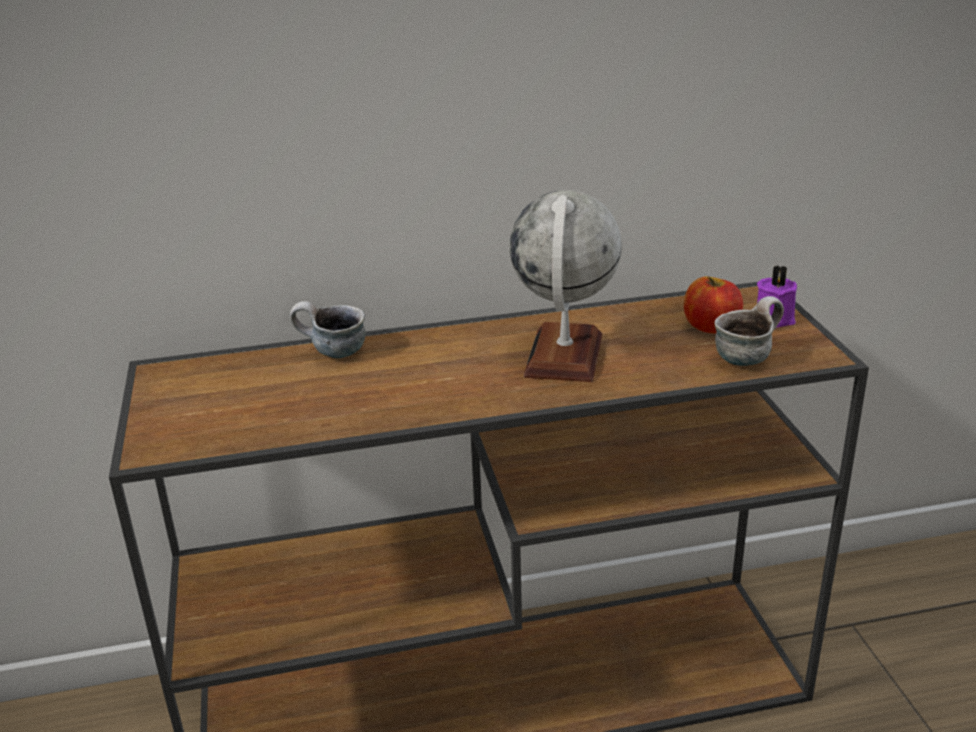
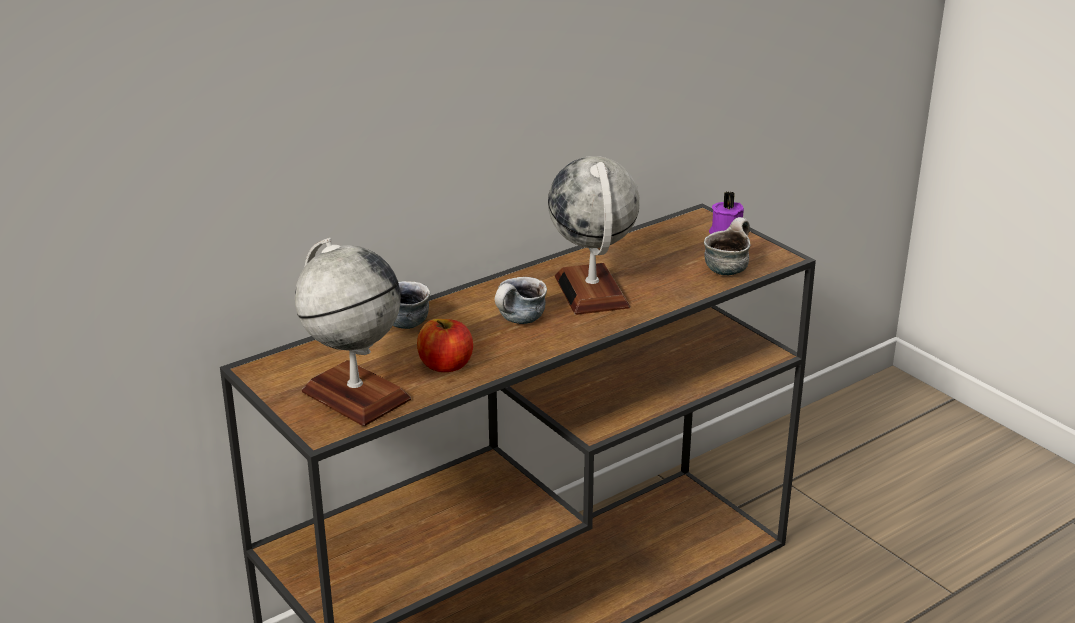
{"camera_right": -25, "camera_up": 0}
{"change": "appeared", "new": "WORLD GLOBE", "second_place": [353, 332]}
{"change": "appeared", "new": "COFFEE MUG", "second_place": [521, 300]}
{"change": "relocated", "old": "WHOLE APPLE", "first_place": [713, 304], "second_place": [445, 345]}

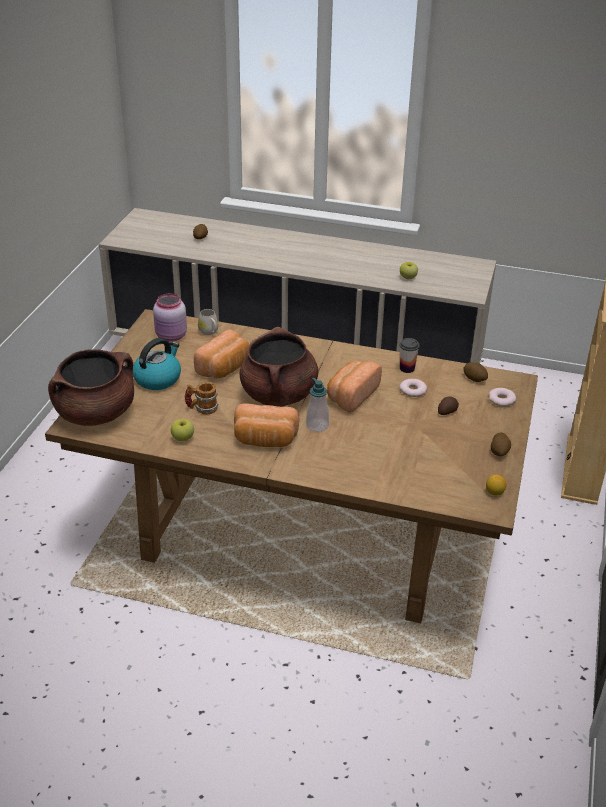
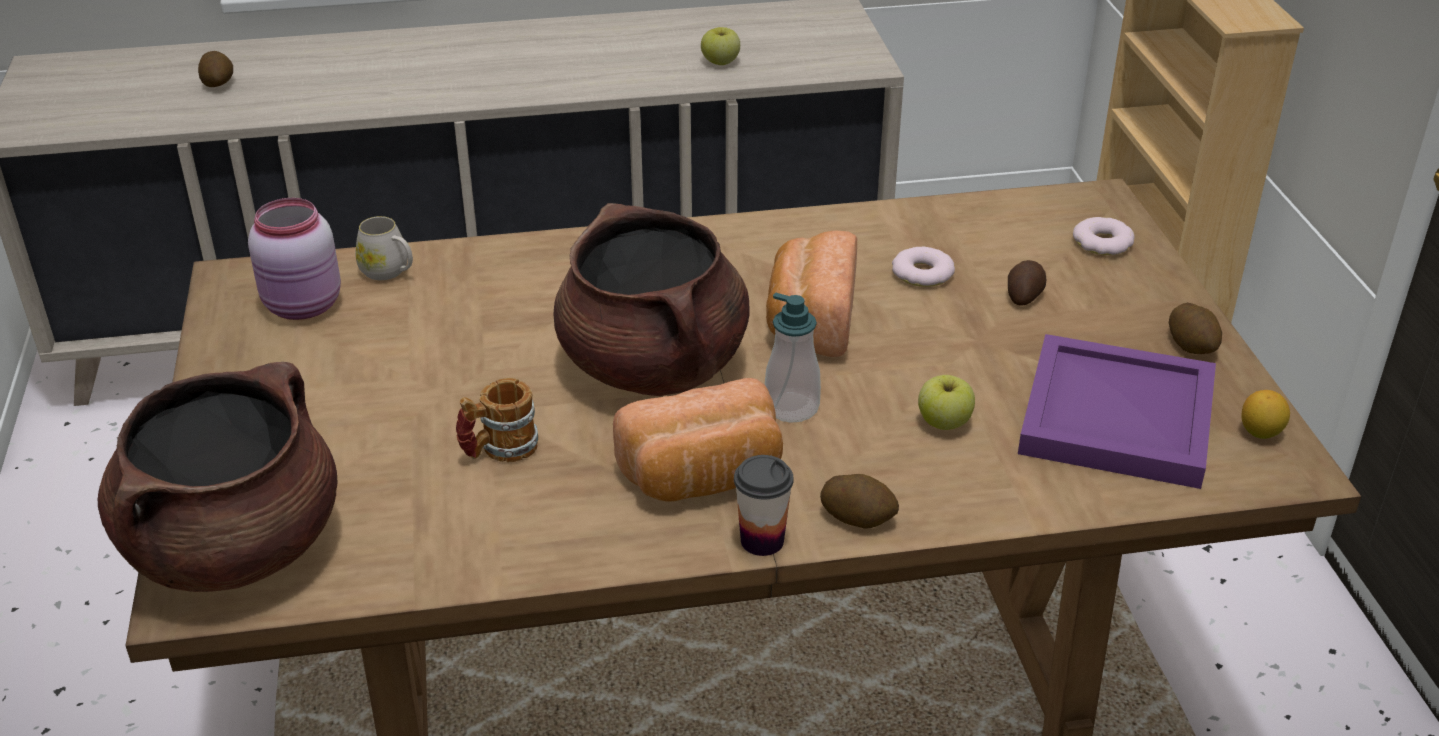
{"camera_right": -25, "camera_up": 0}
{"change": "missing", "old": "WATER KETTLE", "first_place": [157, 364]}
{"change": "missing", "old": "BAKED BREAD", "first_place": [221, 353]}
{"change": "appeared", "new": "PURPLE TRAY", "second_place": [1117, 411]}
{"change": "relocated", "old": "WHOLE APPLE", "first_place": [182, 430], "second_place": [946, 402]}
{"change": "relocated", "old": "DRINKING CUP", "first_place": [409, 355], "second_place": [764, 505]}
{"change": "relocated", "old": "WHOLE POTATO", "first_place": [475, 372], "second_place": [859, 501]}

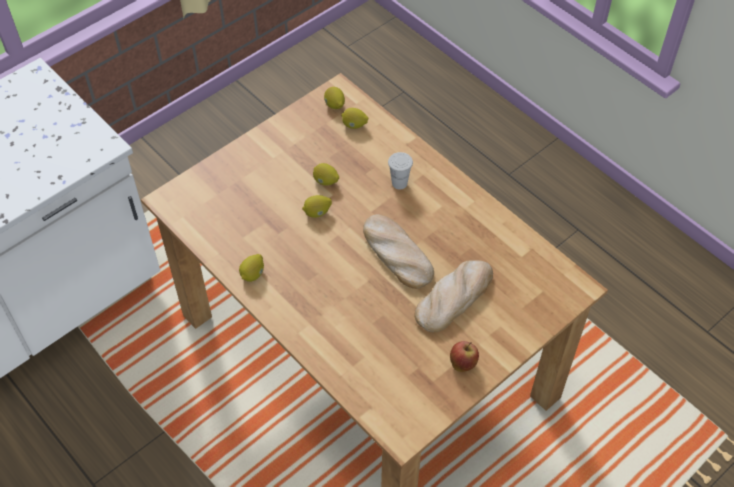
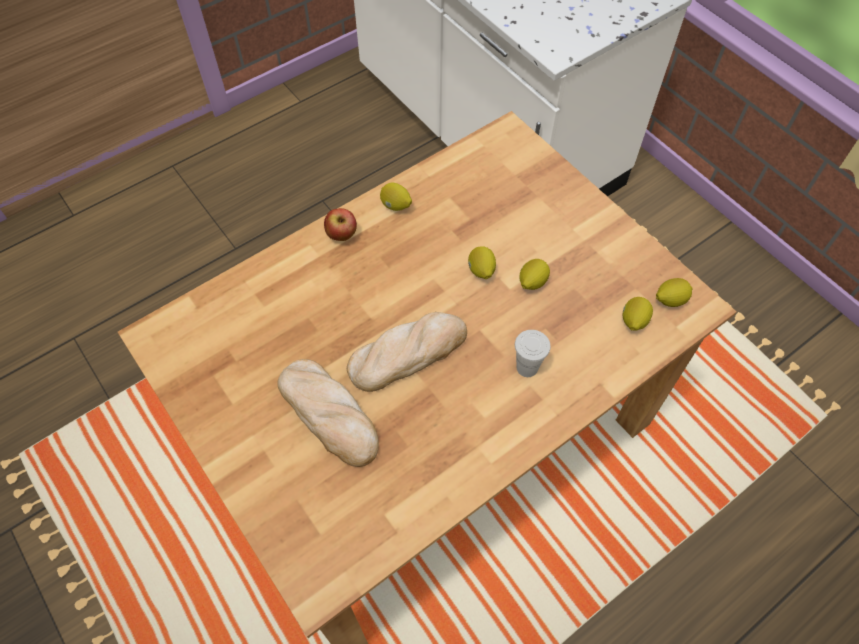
{"camera_right": 95, "camera_up": 5}
{"change": "relocated", "old": "WHOLE APPLE", "first_place": [464, 356], "second_place": [340, 224]}

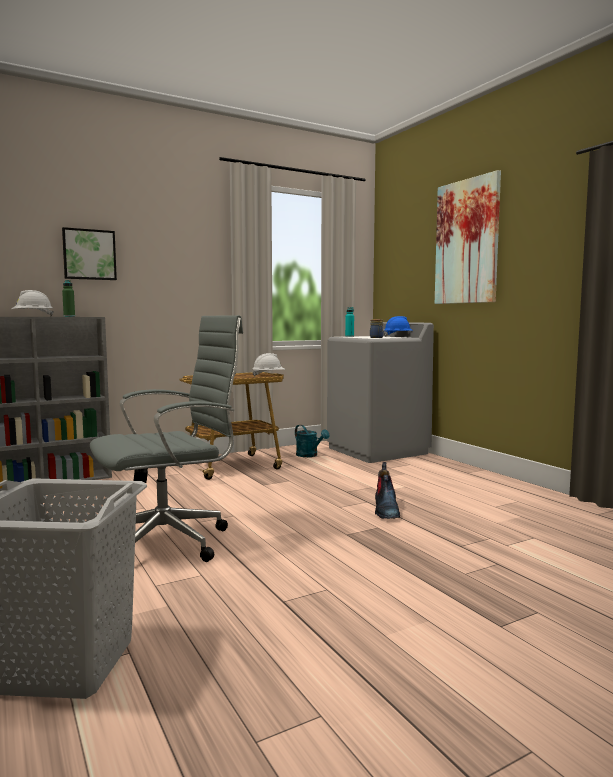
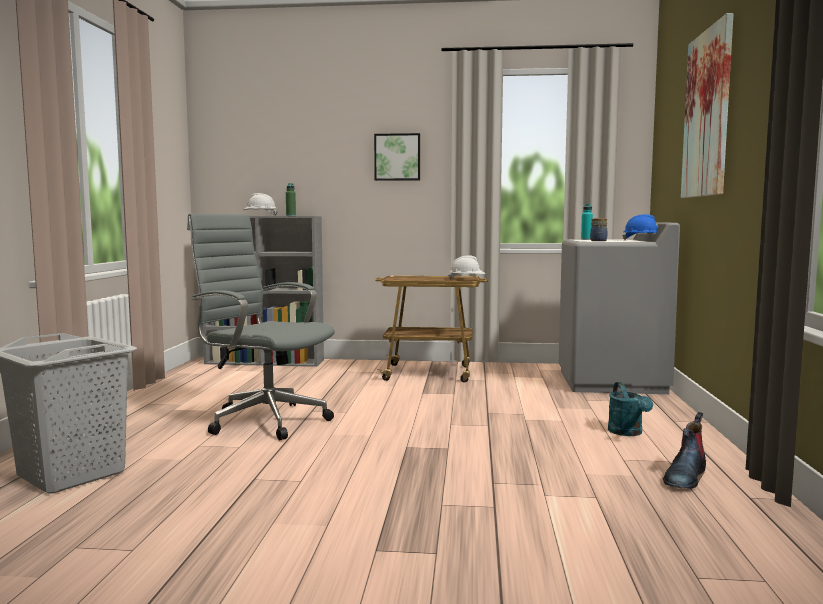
{"camera_right": 35, "camera_up": 0}
{"change": "relocated", "old": "WALL ART", "first_place": [89, 253], "second_place": [397, 157]}
{"change": "relocated", "old": "TURQUOISE-COLOURED WATERING CAN", "first_place": [312, 441], "second_place": [630, 409]}
{"change": "relocated", "old": "HIGH-TOP BOOT", "first_place": [387, 490], "second_place": [684, 450]}
{"change": "spun", "old": "GREY DESK CHAIR", "first_place": [166, 438], "second_place": [261, 327], "degrees": -150}

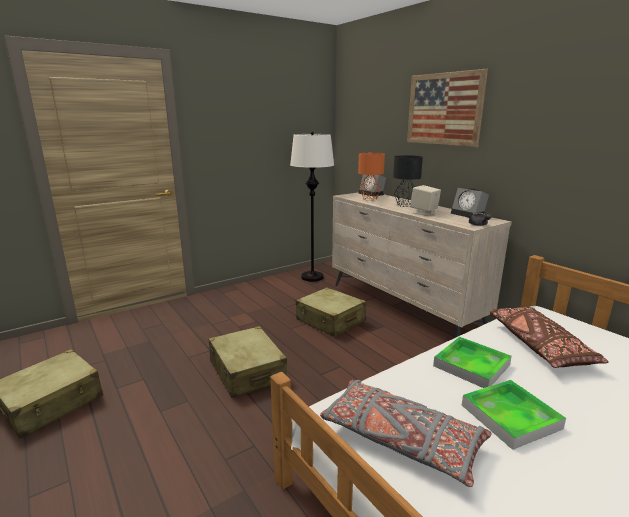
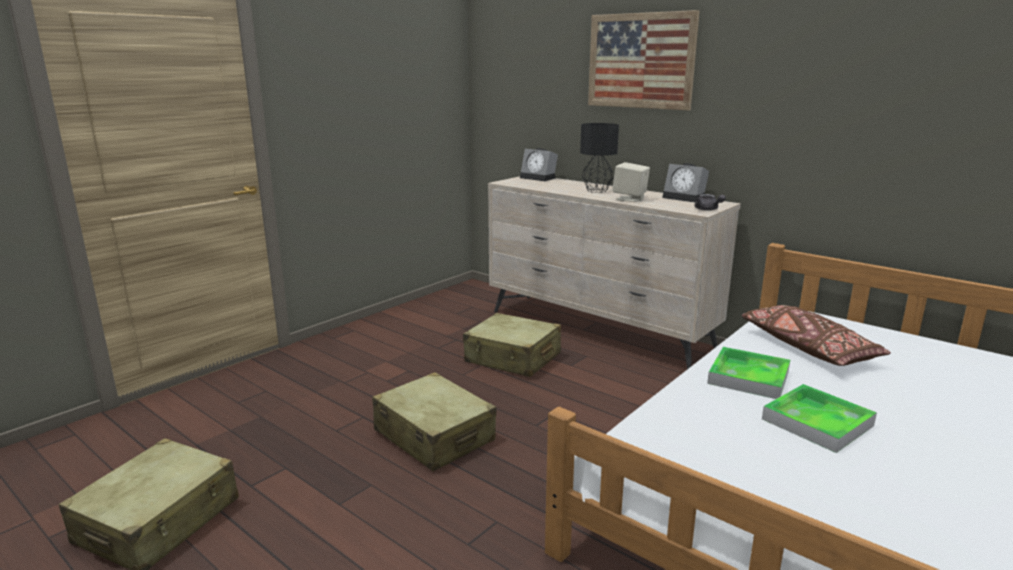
{"camera_right": -15, "camera_up": 0}
{"change": "missing", "old": "WHITISH STANDARD LAMP", "first_place": [312, 207]}
{"change": "missing", "old": "GREY THROW PILLOW", "first_place": [406, 433]}
{"change": "missing", "old": "ORANGE-COLOURED TABLETOP LAMP", "first_place": [371, 177]}

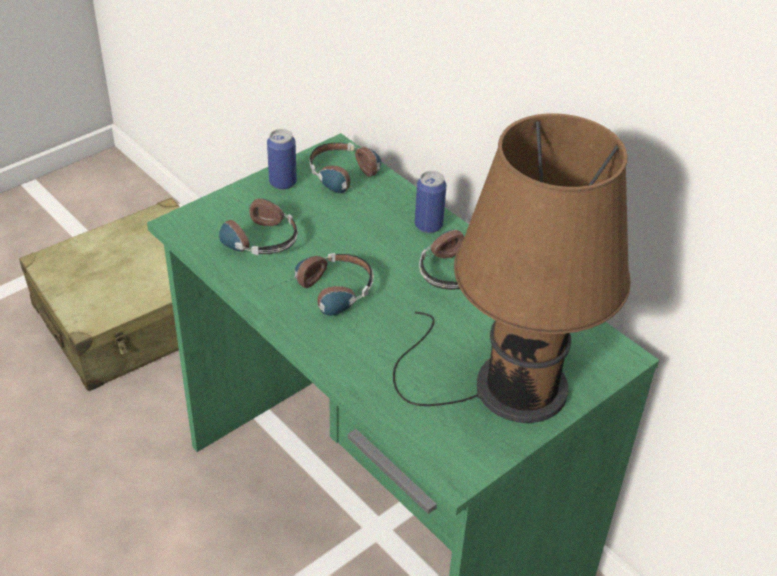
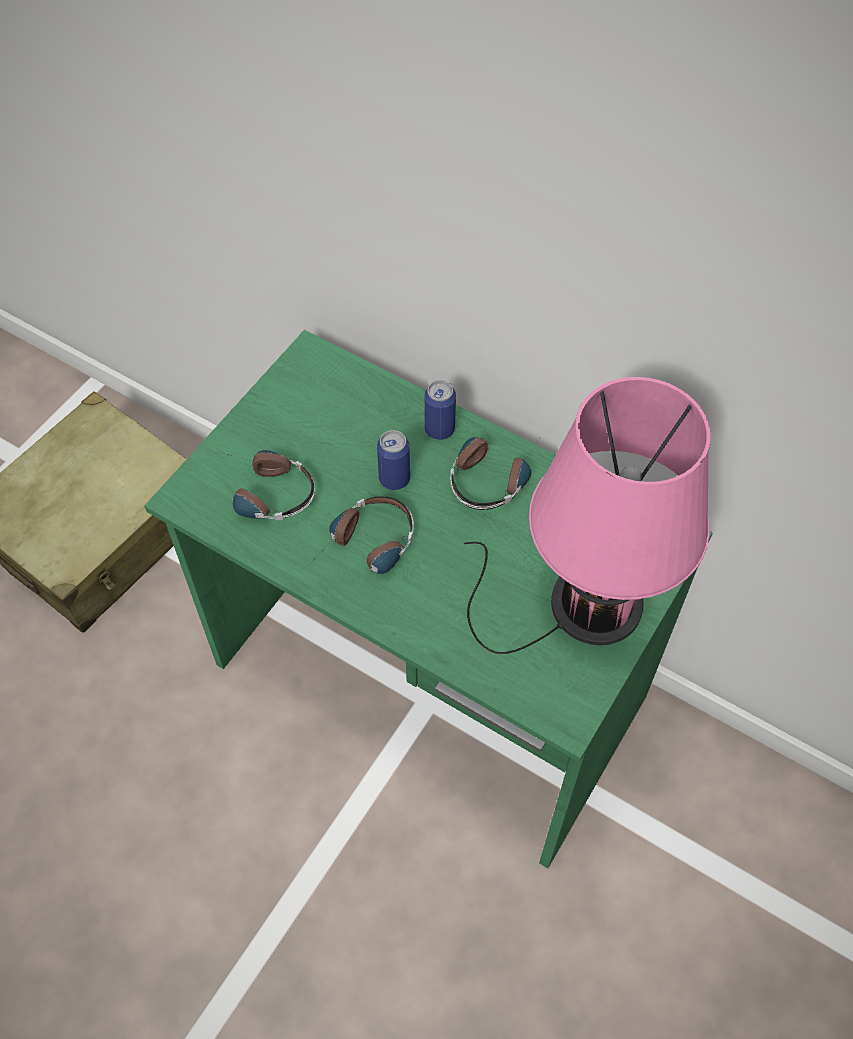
{"camera_right": -15, "camera_up": 15}
{"change": "missing", "old": "HEADSET", "first_place": [345, 169]}
{"change": "relocated", "old": "METAL CAN", "first_place": [282, 159], "second_place": [393, 460]}
{"change": "colour", "old": "BROWN TABLETOP LAMP", "new": "PINKISH TABLETOP LAMP", "first_place": [512, 268], "second_place": [587, 515]}

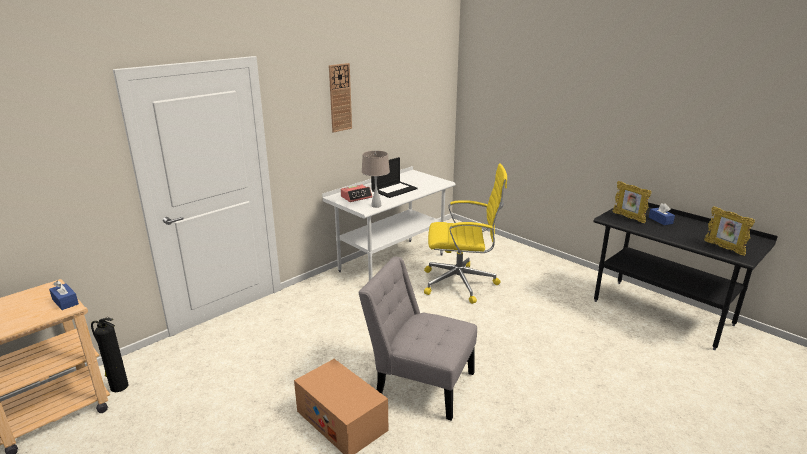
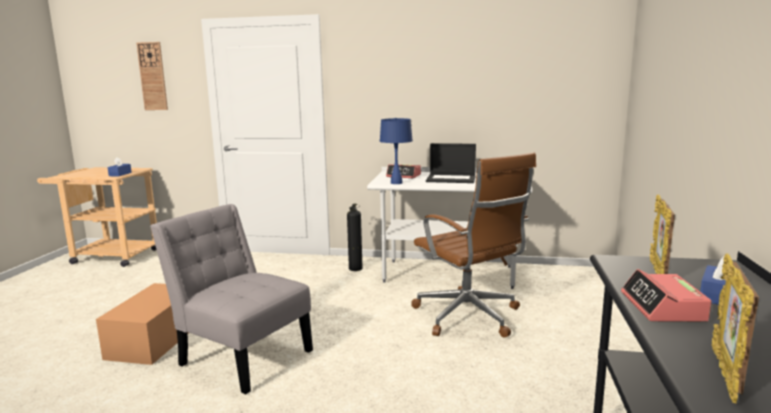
{"camera_right": 55, "camera_up": -10}
{"change": "appeared", "new": "BEDSIDE CLOCK", "second_place": [666, 295]}
{"change": "relocated", "old": "FIRE EXTINGUISHER", "first_place": [110, 355], "second_place": [355, 237]}
{"change": "relocated", "old": "WALL CLOCK", "first_place": [340, 98], "second_place": [152, 76]}
{"change": "colour", "old": "BEIGE-COLOURED TABLETOP LAMP", "new": "BLUE TABLETOP LAMP", "first_place": [376, 179], "second_place": [396, 151]}
{"change": "colour", "old": "YELLOW-COLOURED DESK CHAIR", "new": "BROWN DESK CHAIR", "first_place": [465, 233], "second_place": [473, 245]}
{"change": "spun", "old": "GREY PLAIN CHAIR", "first_place": [417, 338], "second_place": [231, 299], "degrees": -45}

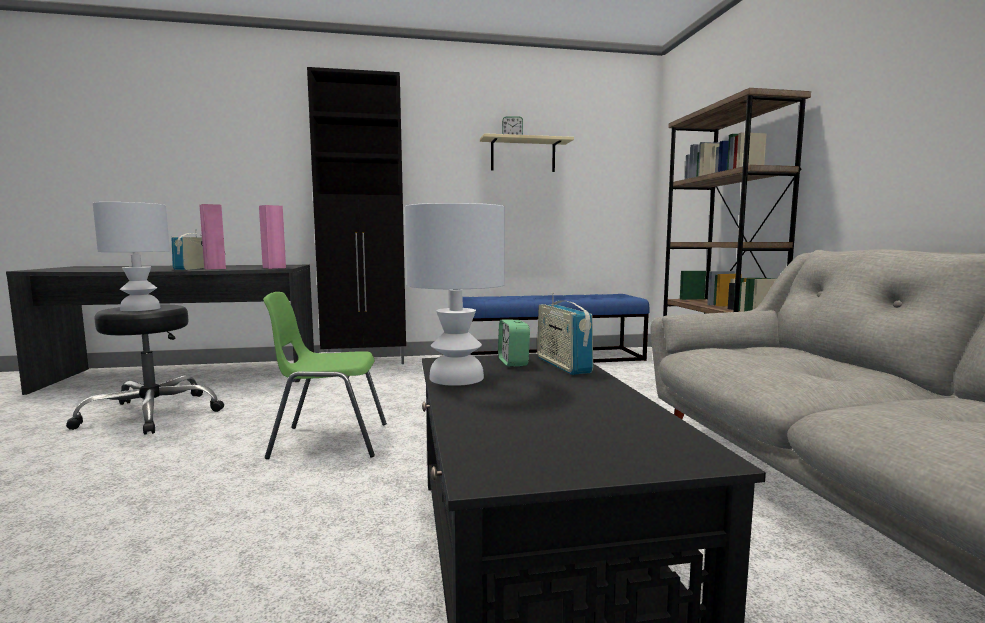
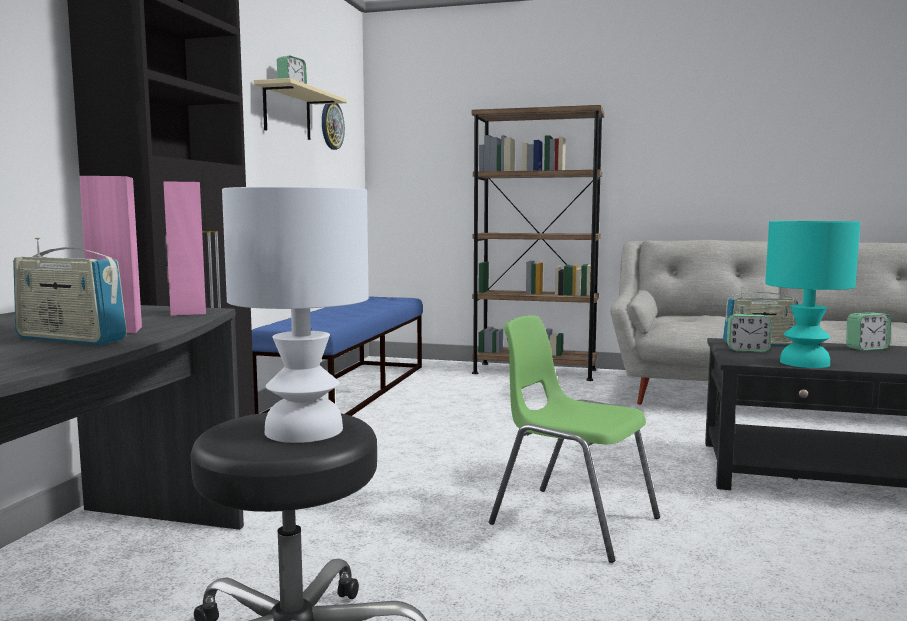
{"camera_right": -65, "camera_up": 0}
{"change": "appeared", "new": "WALL CLOCK", "second_place": [333, 127]}
{"change": "appeared", "new": "BEDSIDE CLOCK", "second_place": [868, 332]}
{"change": "colour", "old": "WHITISH TABLETOP LAMP", "new": "TURQUOISE-COLOURED TABLETOP LAMP", "first_place": [455, 294], "second_place": [812, 294]}
{"change": "spun", "old": "GREEN-COLOURED PLAIN CHAIR", "first_place": [325, 375], "second_place": [574, 439], "degrees": 105}

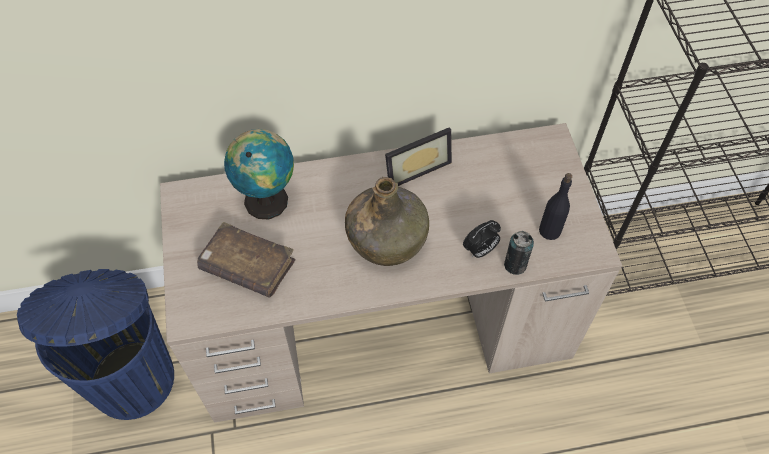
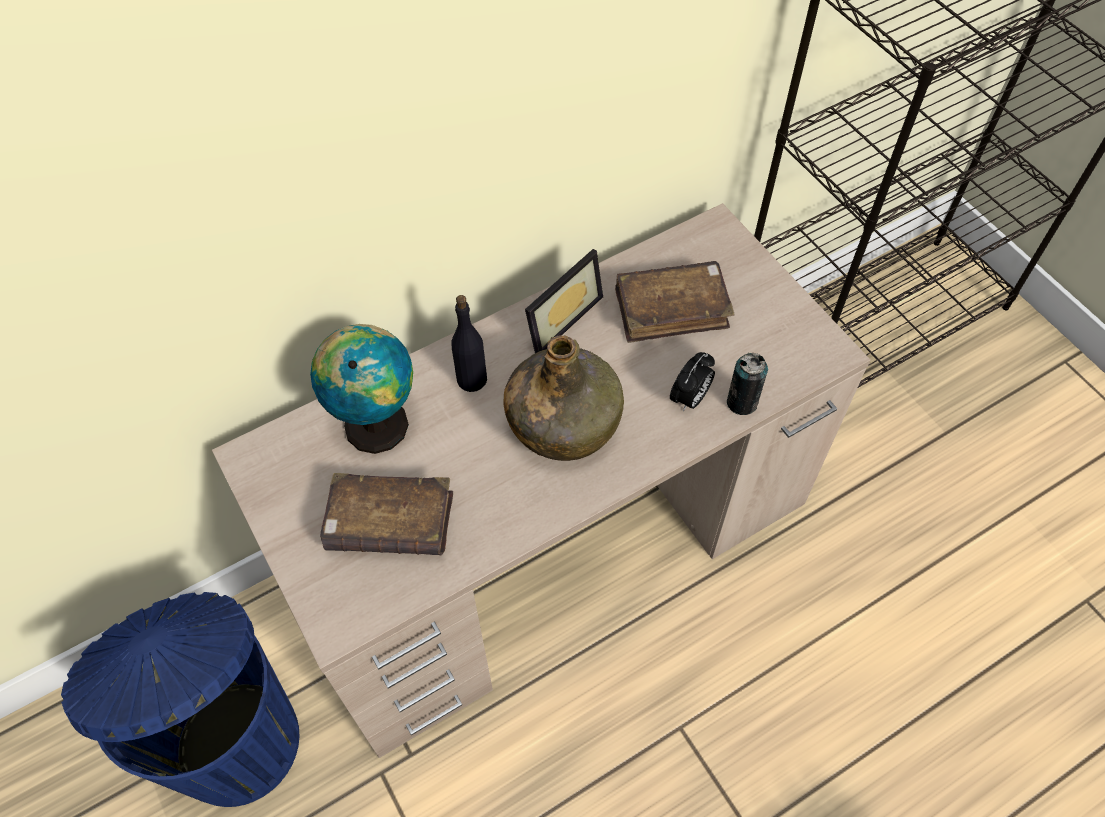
{"camera_right": -20, "camera_up": 0}
{"change": "appeared", "new": "BROWN BOOK", "second_place": [675, 302]}
{"change": "relocated", "old": "BLACK BEVERAGE BOTTLE", "first_place": [555, 206], "second_place": [469, 343]}

